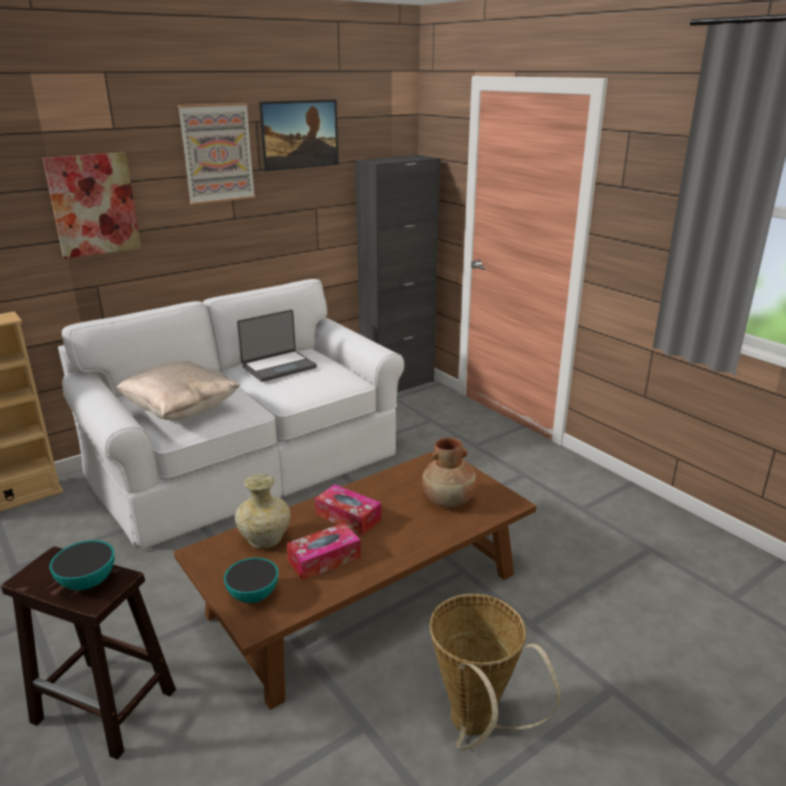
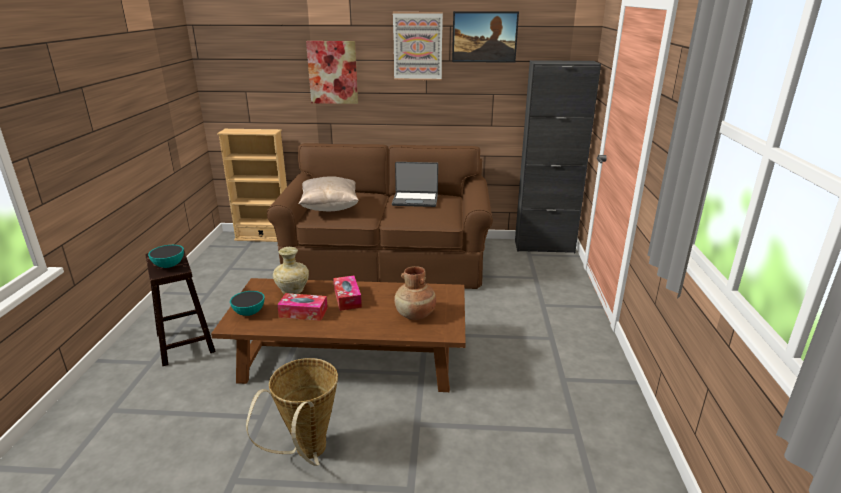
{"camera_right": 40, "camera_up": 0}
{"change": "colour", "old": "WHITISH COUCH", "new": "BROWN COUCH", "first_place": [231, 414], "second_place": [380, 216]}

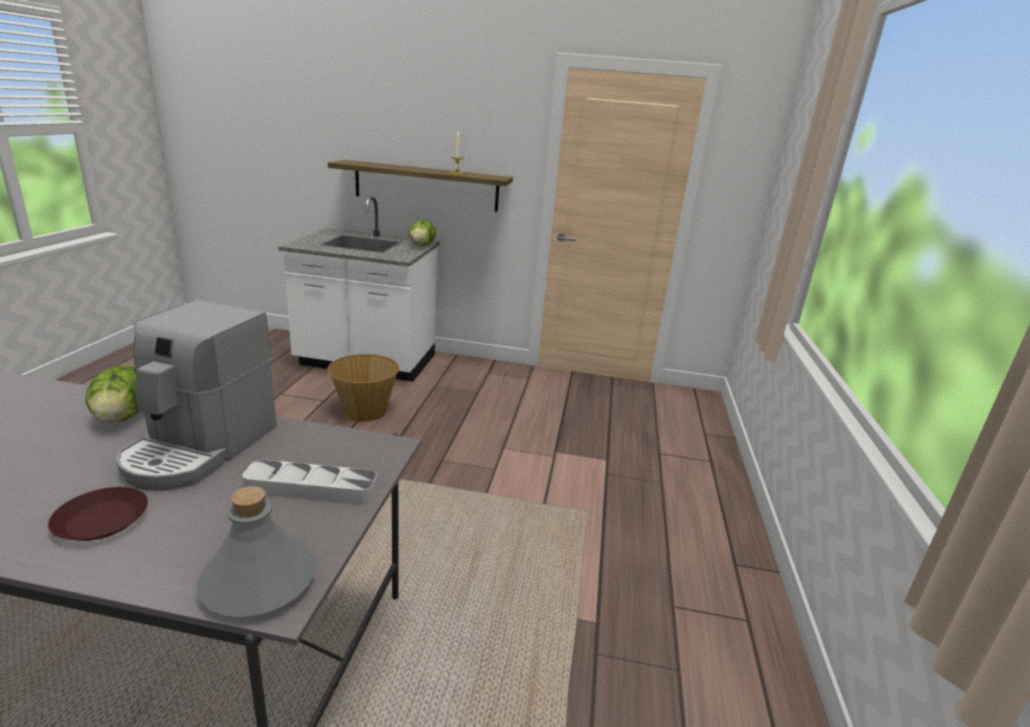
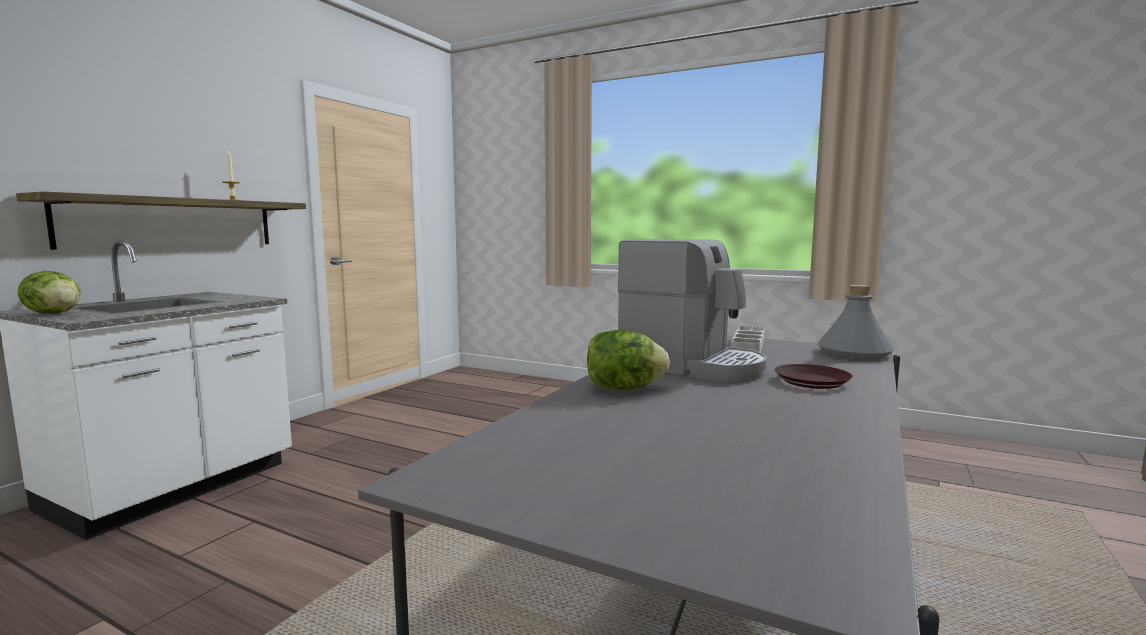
{"camera_right": -70, "camera_up": -15}
{"change": "missing", "old": "STORAGE BASKET", "first_place": [363, 388]}
{"change": "relocated", "old": "HEAD OF LETTUCE", "first_place": [422, 233], "second_place": [49, 292]}

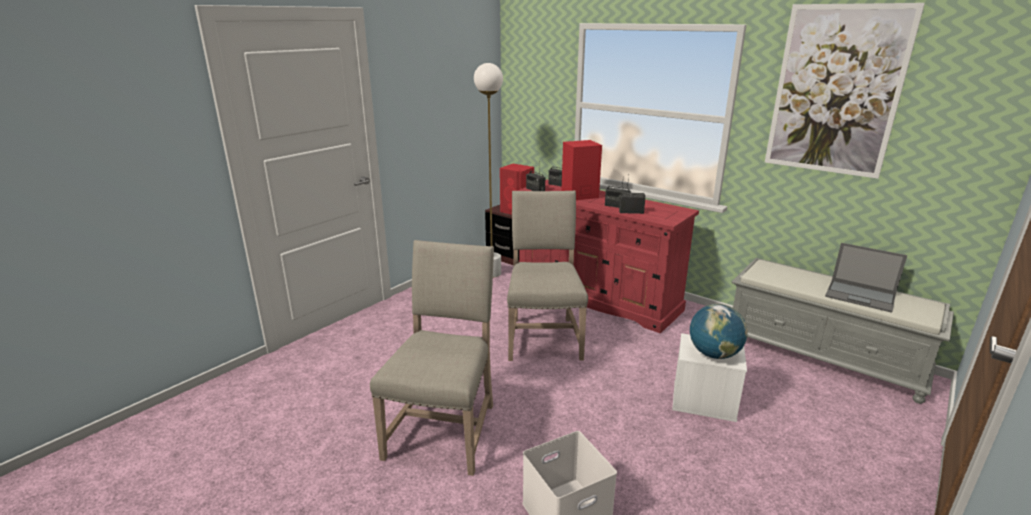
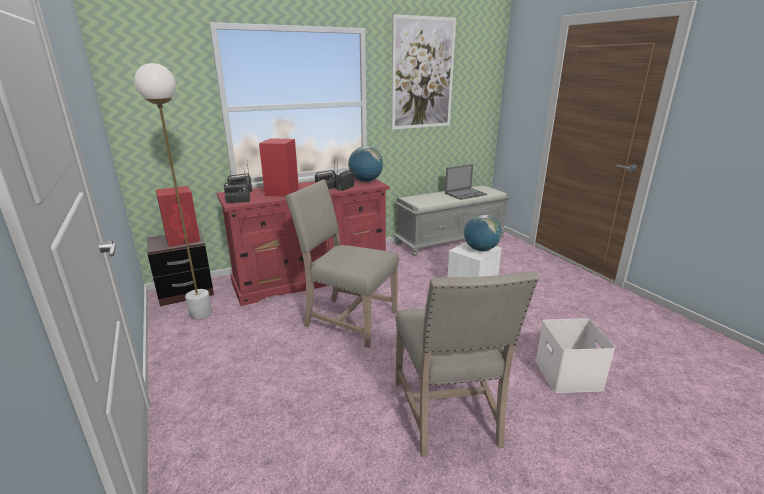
{"camera_right": -65, "camera_up": 0}
{"change": "appeared", "new": "WORLD GLOBE", "second_place": [365, 164]}
{"change": "spun", "old": "BEIGE-COLOURED PLAIN CHAIR", "first_place": [432, 358], "second_place": [467, 364], "degrees": -135}

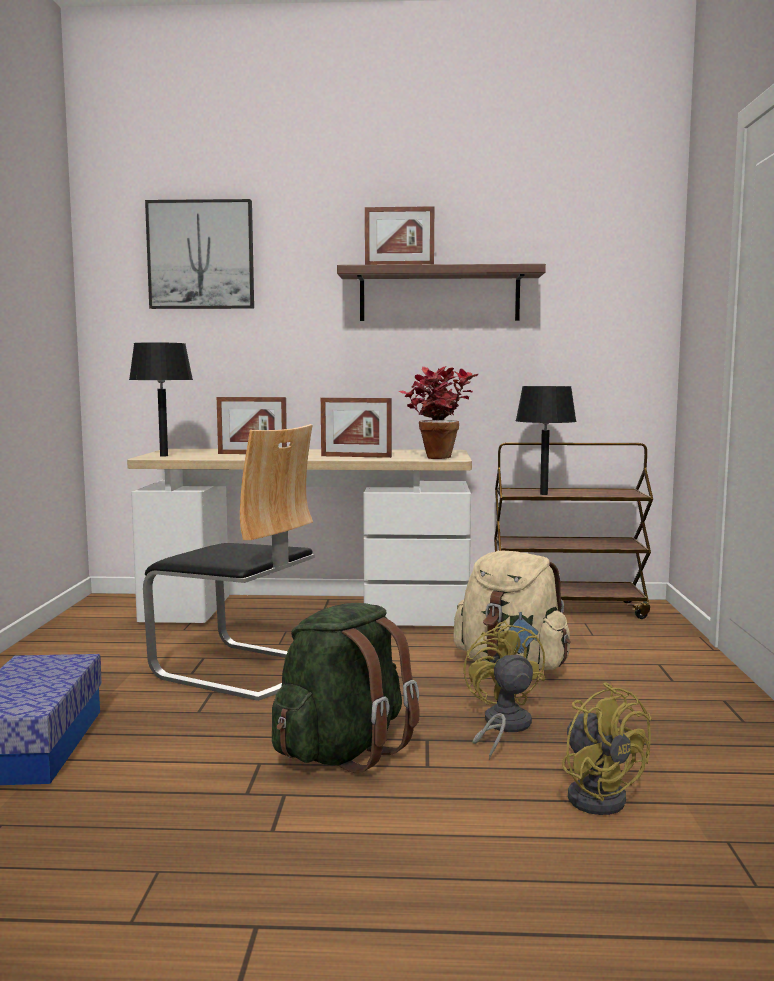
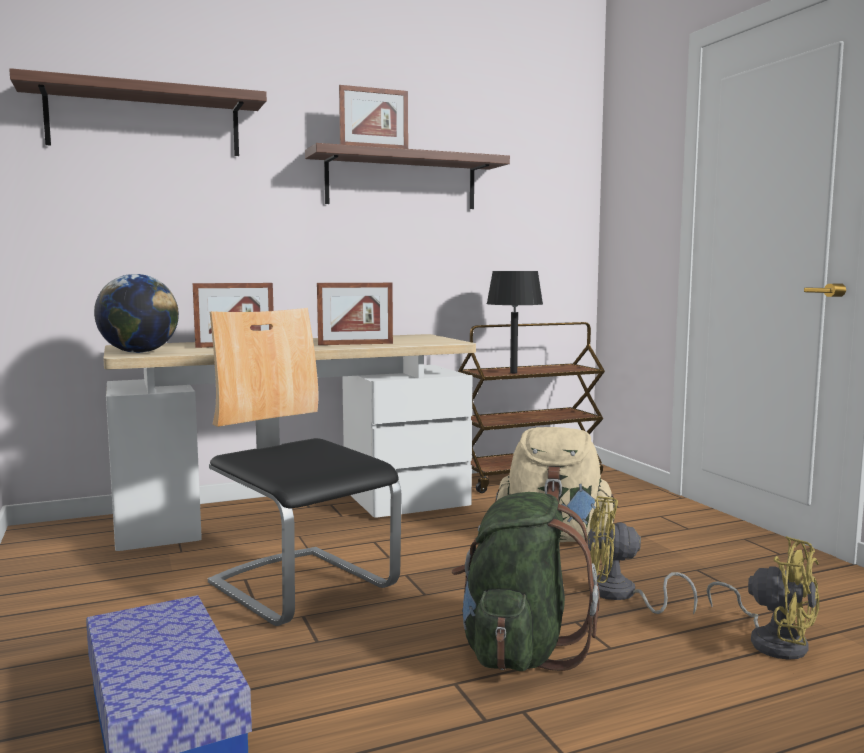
{"camera_right": -25, "camera_up": 0}
{"change": "missing", "old": "POTTED PLANT", "first_place": [438, 412]}
{"change": "exchanged", "old": "BLACK TABLETOP LAMP", "new": "WORLD GLOBE", "first_place": [161, 399], "second_place": [136, 313]}
{"change": "exchanged", "old": "WALL ART", "new": "BRACKET SHELF", "first_place": [199, 254], "second_place": [138, 112]}
{"change": "spun", "old": "PLAIN CHAIR", "first_place": [229, 562], "second_place": [305, 467], "degrees": -135}
{"change": "spun", "old": "YELLOW-COLOURED FAN", "first_place": [504, 690], "second_place": [642, 555], "degrees": -45}

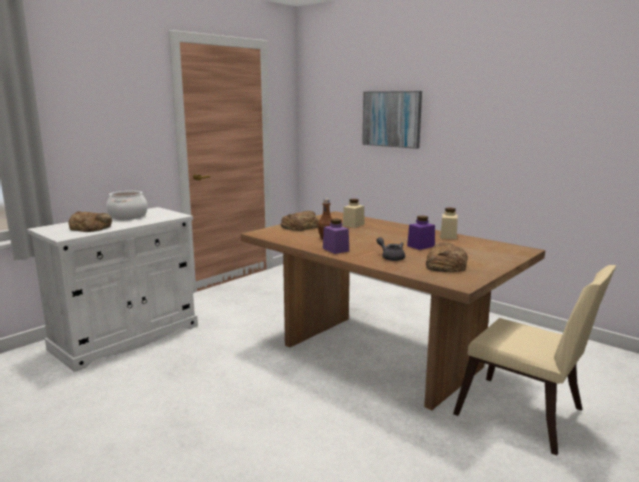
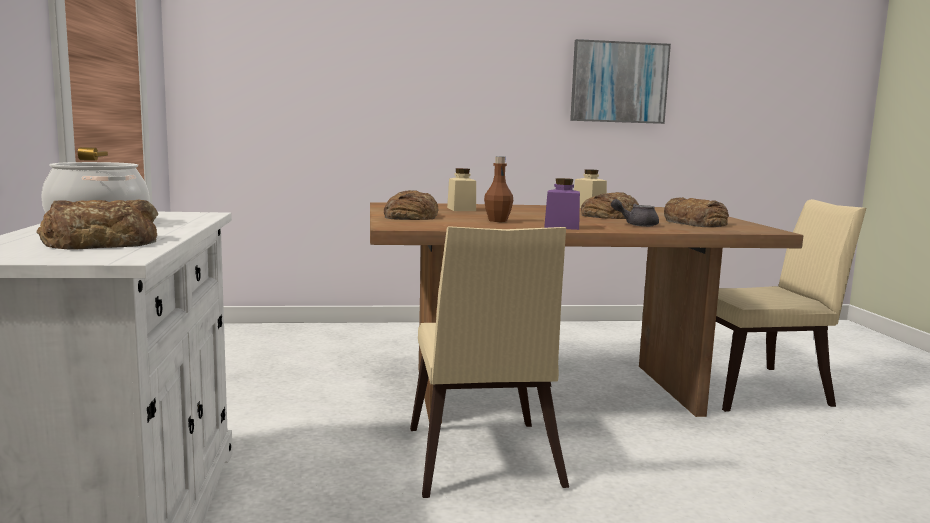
{"camera_right": -50, "camera_up": -5}
{"change": "appeared", "new": "BEIGE-COLOURED PLAIN CHAIR", "second_place": [489, 362]}
{"change": "relocated", "old": "WALL ART", "first_place": [392, 120], "second_place": [620, 81]}
{"change": "exchanged", "old": "PURPLE PRESERVE JAR", "new": "BAKED BREAD", "first_place": [421, 233], "second_place": [610, 205]}

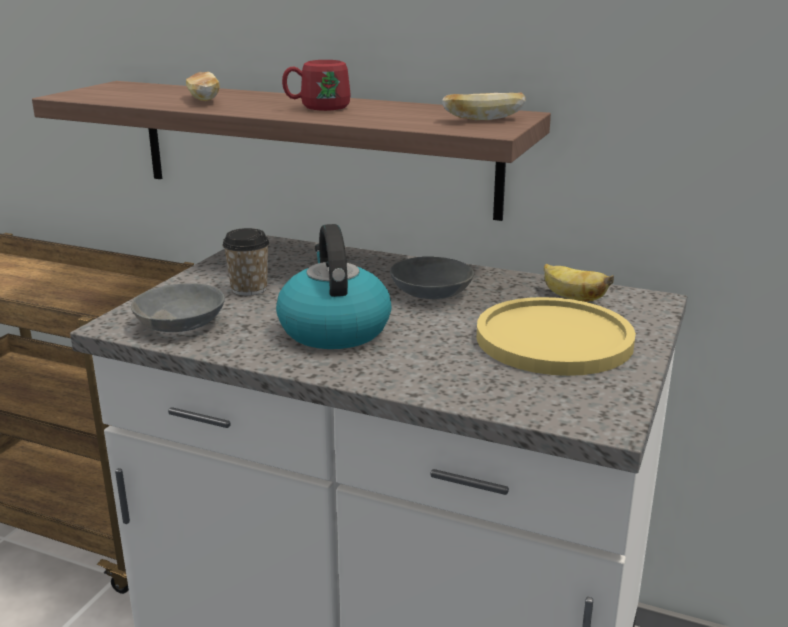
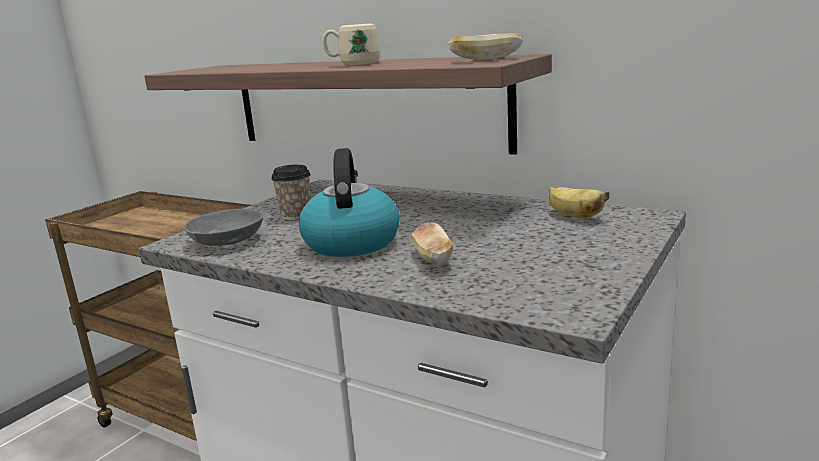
{"camera_right": 10, "camera_up": -5}
{"change": "missing", "old": "GREY SERVING BOWL", "first_place": [432, 278]}
{"change": "missing", "old": "YELLOW-COLOURED DINNER PLATE", "first_place": [556, 336]}
{"change": "relocated", "old": "BAKED BREAD", "first_place": [203, 86], "second_place": [432, 243]}
{"change": "colour", "old": "RED-COLOURED COFFEE MUG", "new": "BEIGE-COLOURED COFFEE MUG", "first_place": [316, 85], "second_place": [351, 44]}

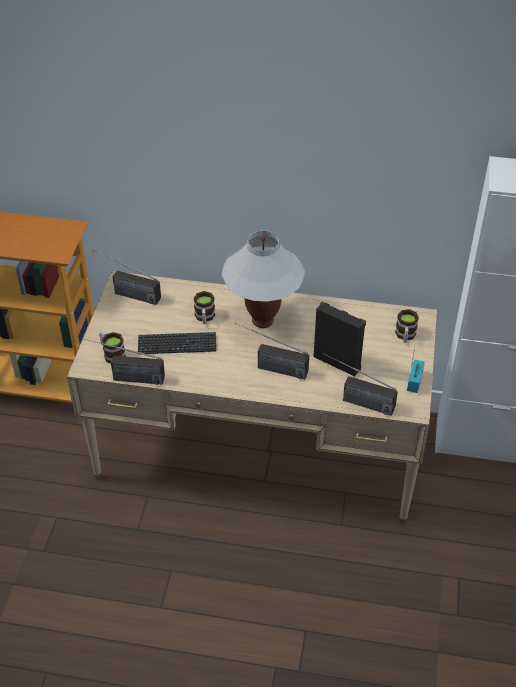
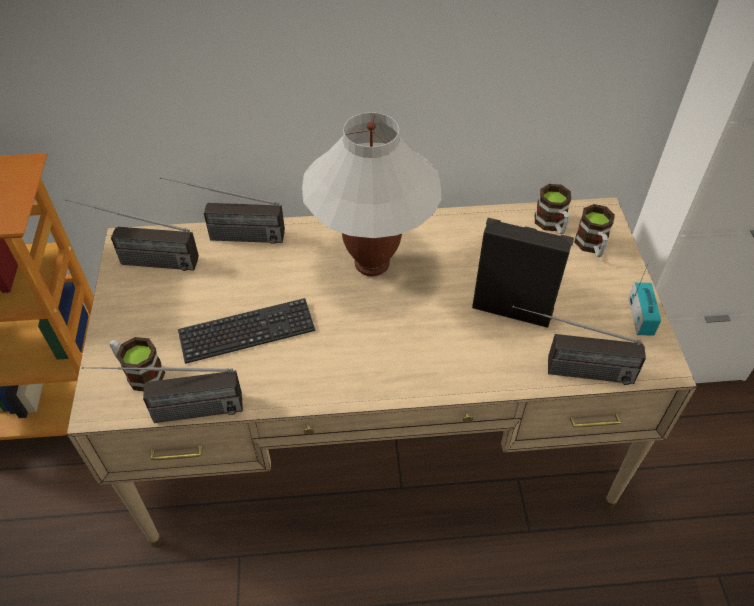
{"camera_right": -15, "camera_up": 5}
{"change": "relocated", "old": "COFFEE MUG", "first_place": [204, 307], "second_place": [553, 209]}
{"change": "relocated", "old": "RADIO", "first_place": [272, 351], "second_place": [222, 210]}

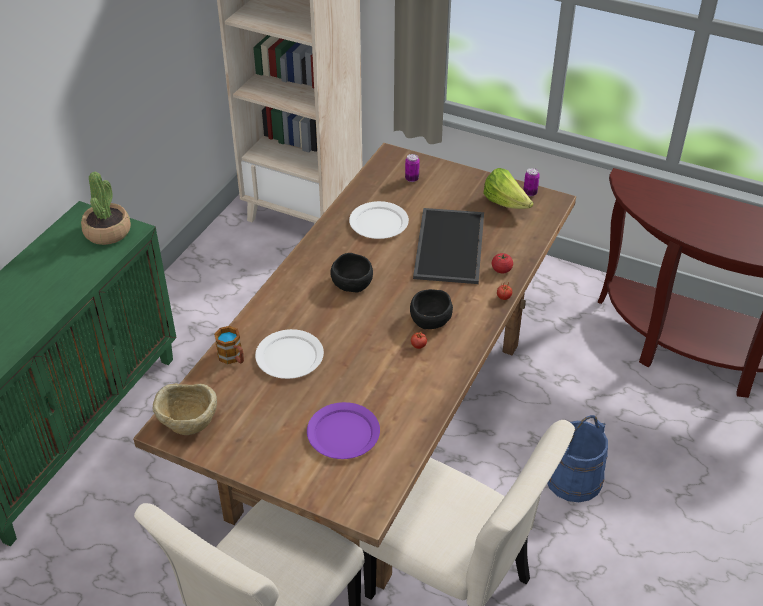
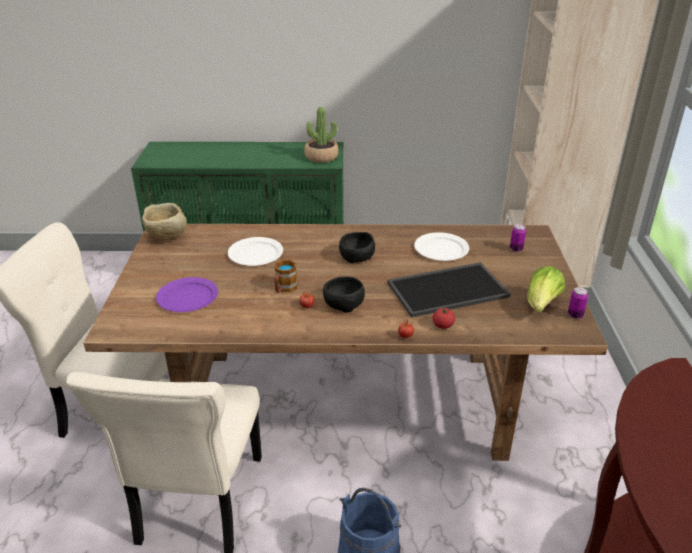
{"camera_right": 65, "camera_up": -10}
{"change": "relocated", "old": "COFFEE MUG", "first_place": [229, 345], "second_place": [286, 276]}

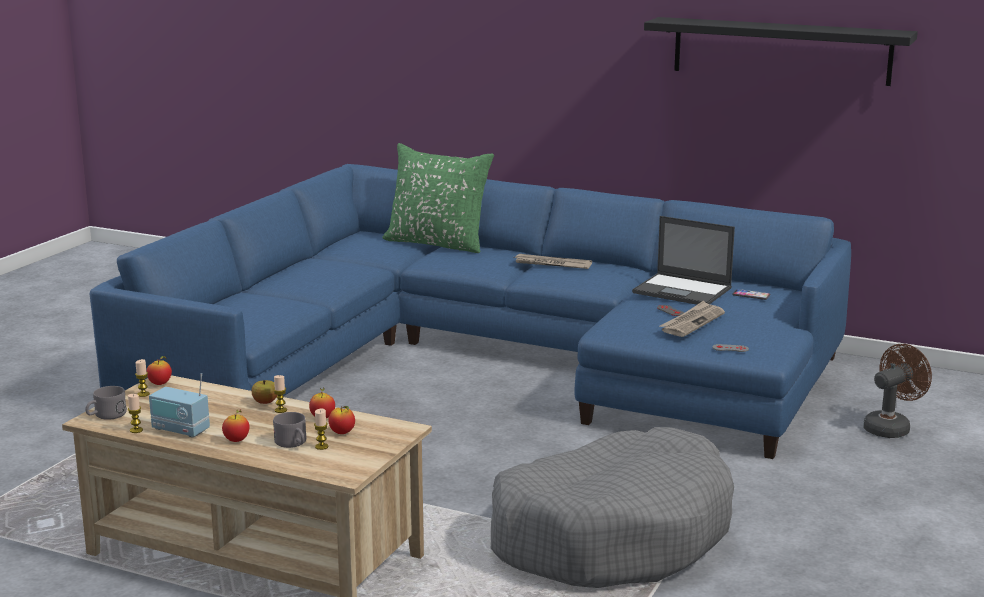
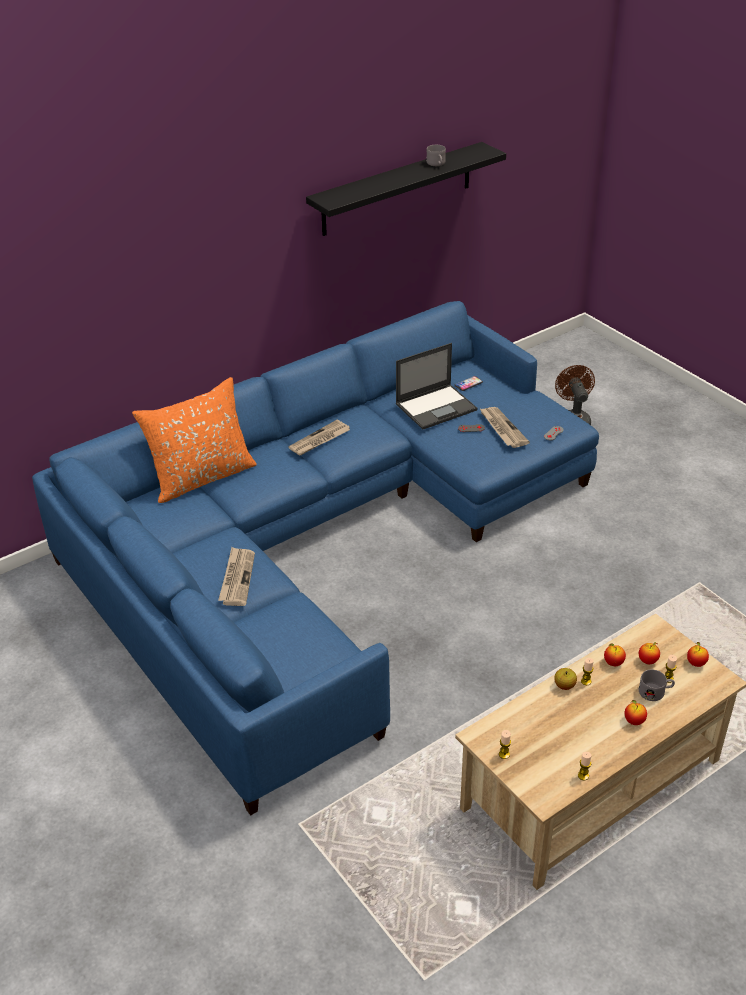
{"camera_right": -60, "camera_up": 20}
{"change": "missing", "old": "RADIO", "first_place": [179, 405]}
{"change": "missing", "old": "GREY PET BED", "first_place": [612, 507]}
{"change": "appeared", "new": "DAILY PAPER", "second_place": [236, 576]}
{"change": "relocated", "old": "GREY COFFEE MUG", "first_place": [106, 403], "second_place": [436, 155]}
{"change": "relocated", "old": "WHOLE APPLE", "first_place": [159, 370], "second_place": [698, 654]}
{"change": "colour", "old": "GREEN-COLOURED THROW PILLOW", "new": "ORANGE-COLOURED THROW PILLOW", "first_place": [438, 198], "second_place": [194, 440]}

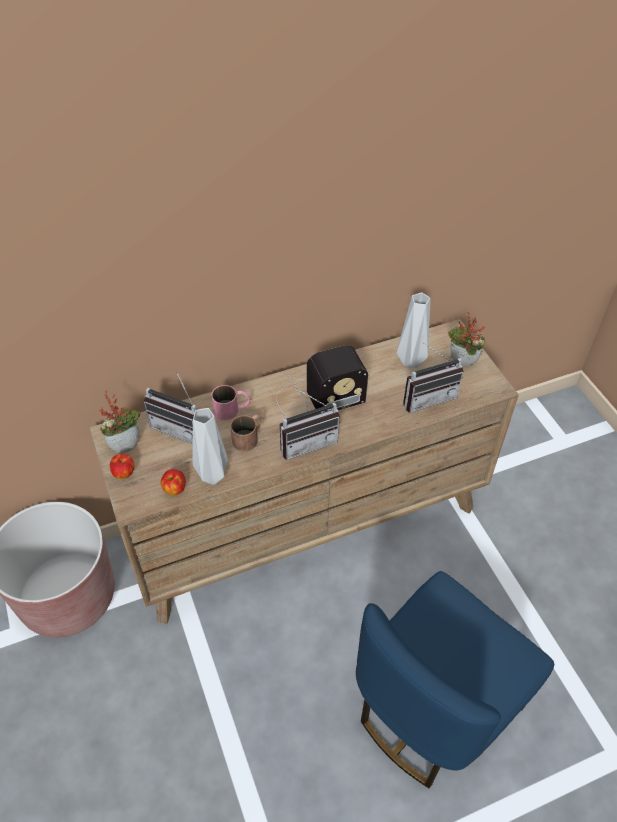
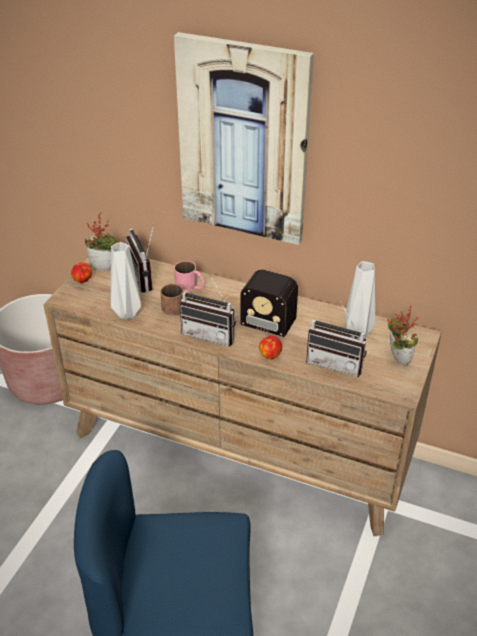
{"camera_right": 45, "camera_up": -10}
{"change": "appeared", "new": "WALL ART", "second_place": [244, 138]}
{"change": "relocated", "old": "WHOLE APPLE", "first_place": [173, 482], "second_place": [270, 347]}

